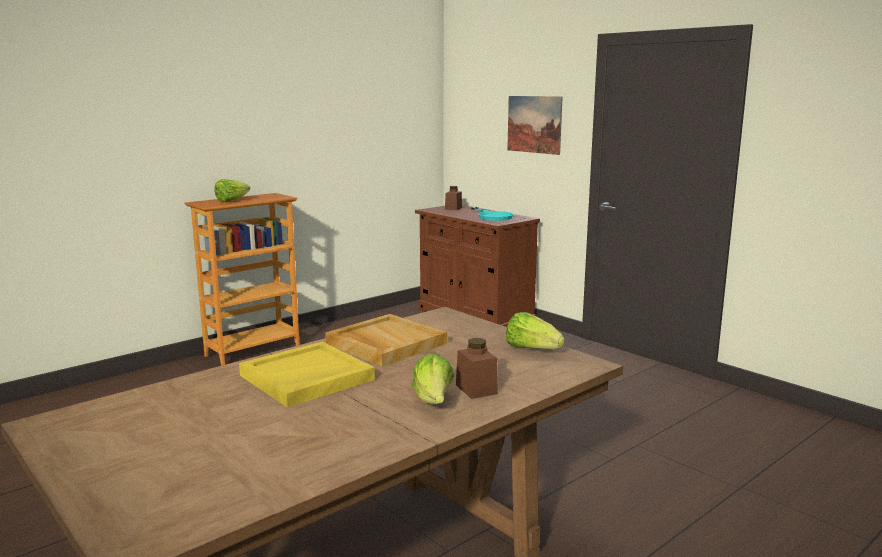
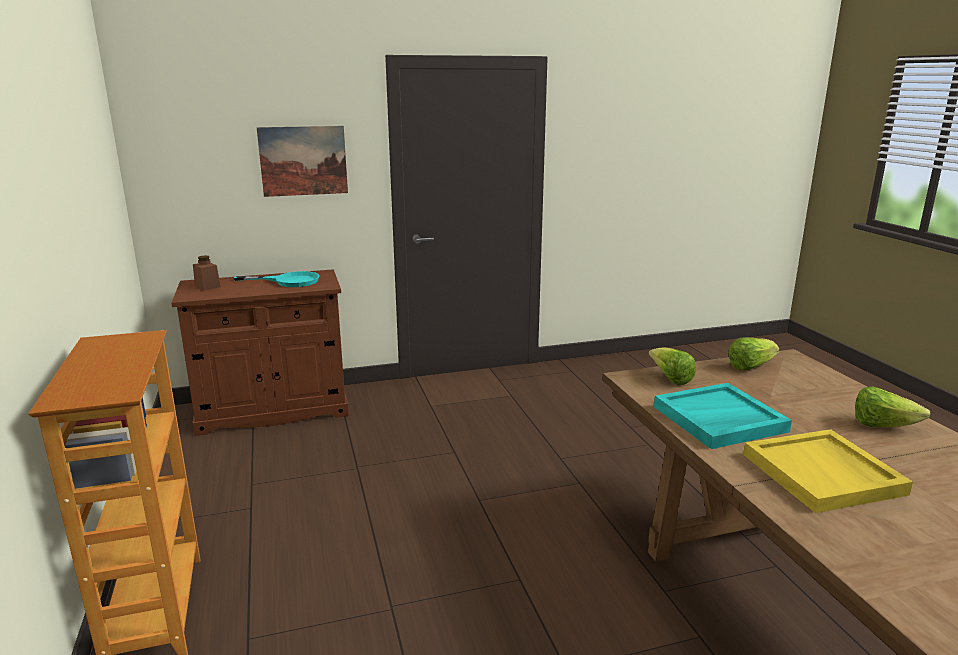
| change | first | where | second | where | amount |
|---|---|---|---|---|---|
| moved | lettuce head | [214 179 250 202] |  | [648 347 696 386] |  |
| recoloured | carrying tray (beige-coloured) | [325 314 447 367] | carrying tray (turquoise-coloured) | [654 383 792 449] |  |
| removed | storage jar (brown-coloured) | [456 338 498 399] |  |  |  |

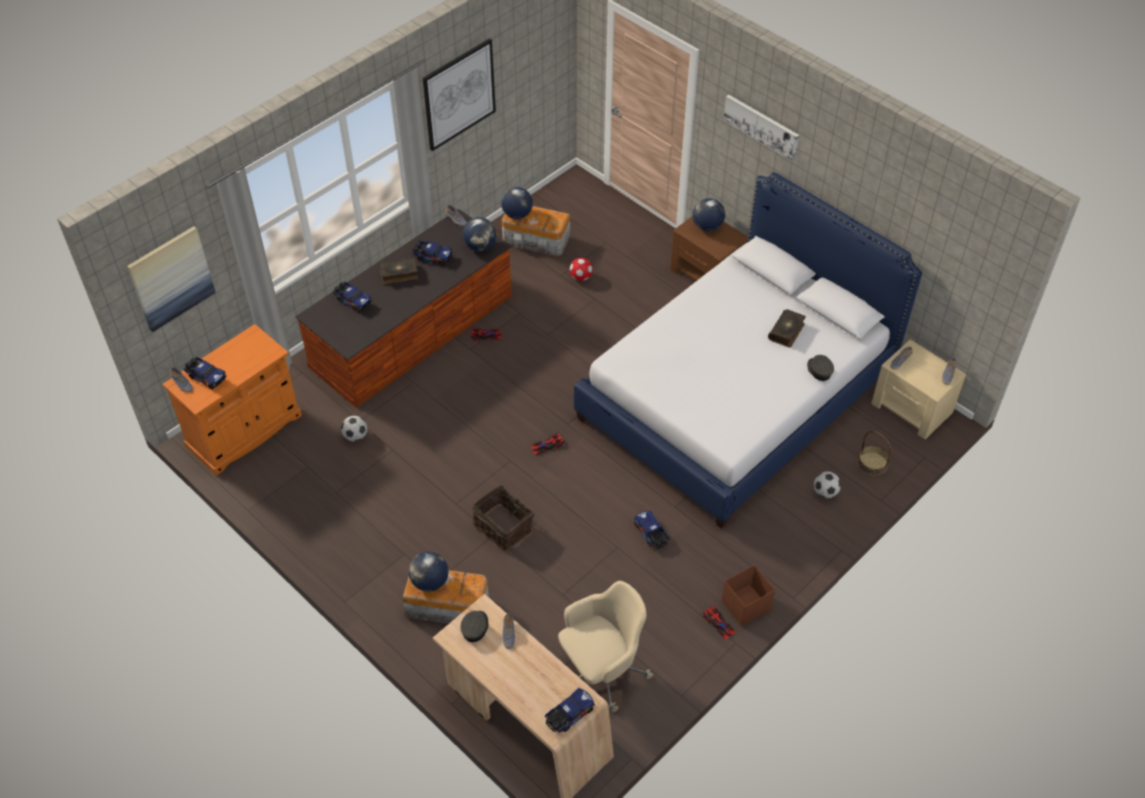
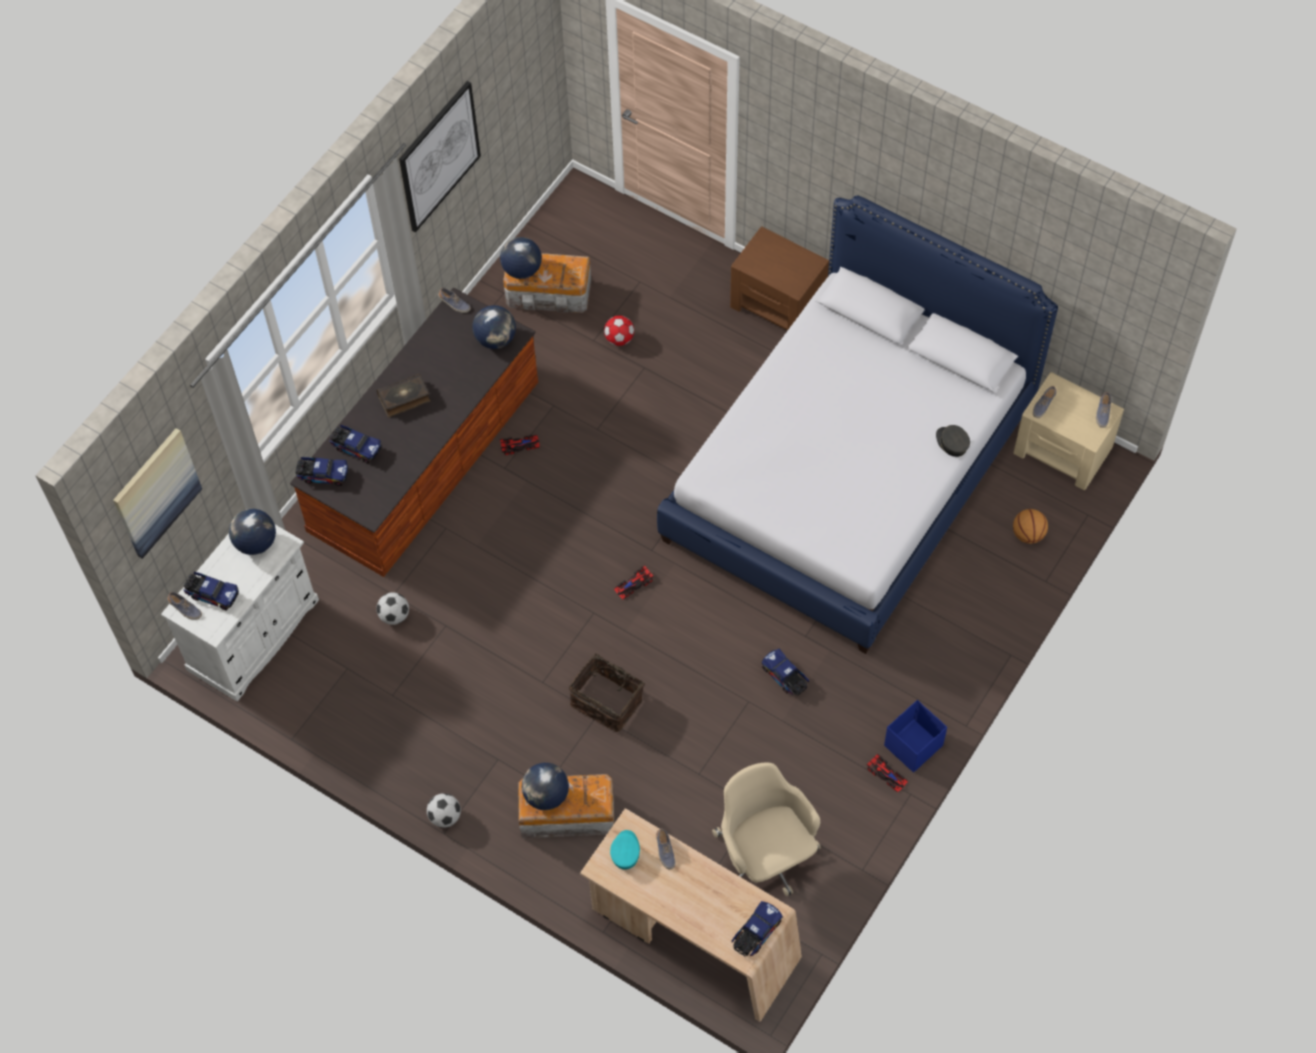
| change | first | where | second | where | amount |
|---|---|---|---|---|---|
| recoloured | cabinet (orange-coloured) | [162 324 302 476] | cabinet (white-coloured) | [161 525 319 702] |  |
| moved | toy lorry | [412 241 452 266] |  | [295 457 349 486] |  |
| recoloured | peaked cap (gray) | [460 611 488 642] | peaked cap (turquoise-coloured) | [610 830 640 870] |  |
| turned | desk chair (beige-coloured) | [558 581 653 712] |  | [712 763 821 896] | 75 degrees counterclockwise |
| moved | desk globe | [692 198 725 231] |  | [229 509 276 555] |  |
| recoloured | storage container (brown-coloured) | [721 565 775 626] | storage container (blue) | [884 700 947 772] |  |
| removed | wall picture | [724 95 799 161] |  |  |  |
| removed | bound book | [768 309 806 347] |  |  |  |
| moved | football ball | [814 471 841 498] |  | [427 793 461 828] |  |
| replaced | household basket | [857 431 892 476] | ball for basketball | [1013 509 1048 544] |  |

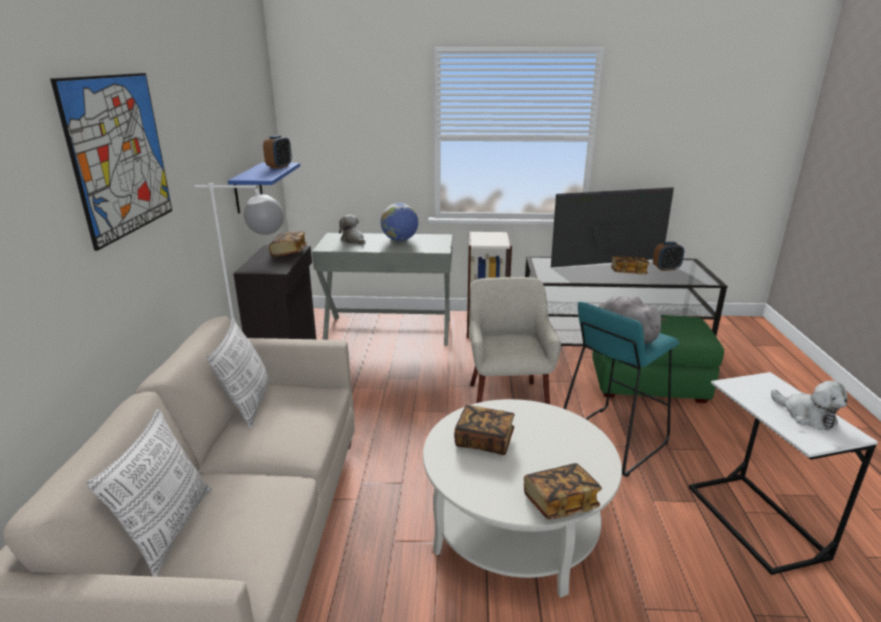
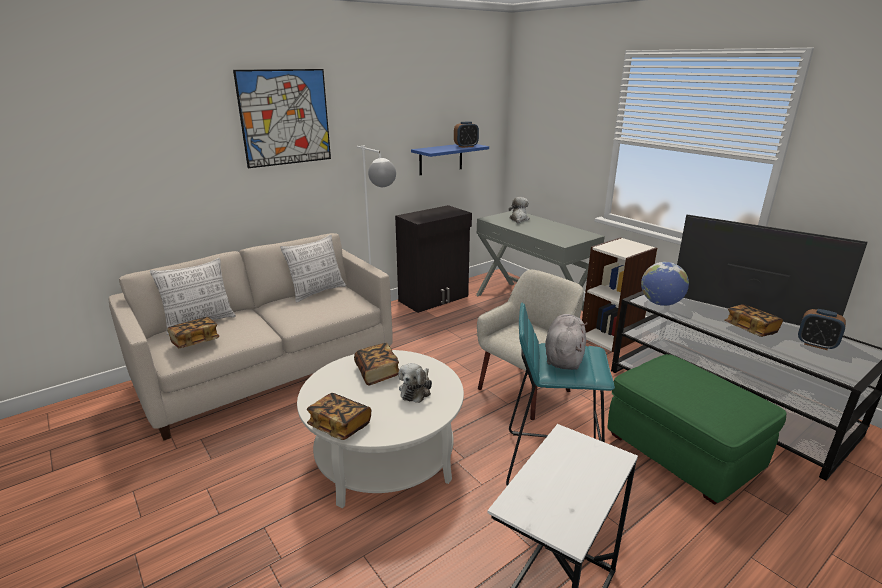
| change | first | where | second | where | amount |
|---|---|---|---|---|---|
| moved | bound book | [269 231 307 257] |  | [167 317 219 348] |  |
| moved | desk globe | [381 203 418 241] |  | [641 262 689 306] |  |
| moved | cuddly toy | [771 381 848 430] |  | [398 363 432 403] |  |

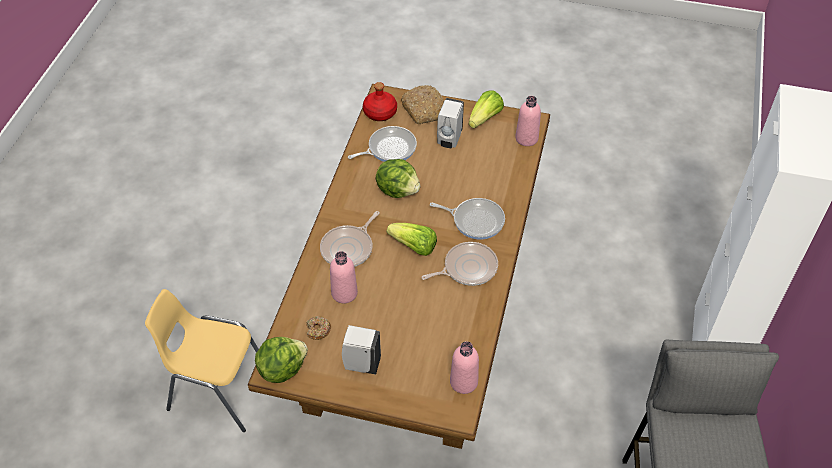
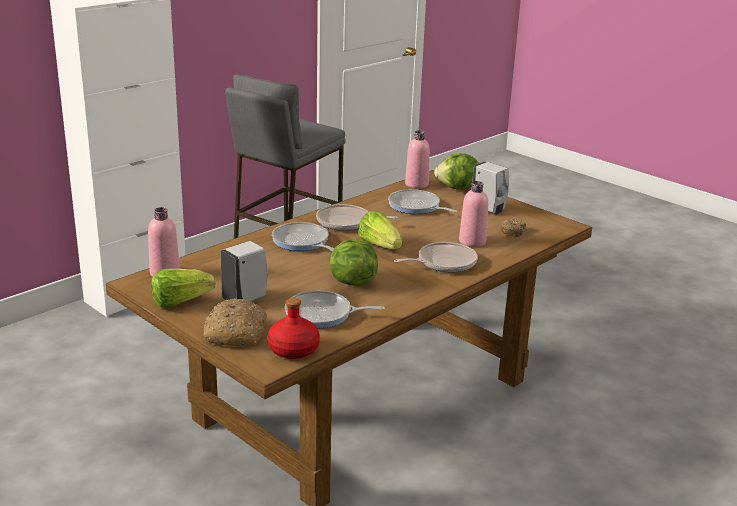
| change | first | where | second | where | amount |
|---|---|---|---|---|---|
| removed | upright chair (yellow) | [145 289 259 432] |  |  |  |
| moved | lettuce head | [255 337 308 383] |  | [434 153 479 190] |  |
| added |  |  | skillet | [388 189 457 214] |  |

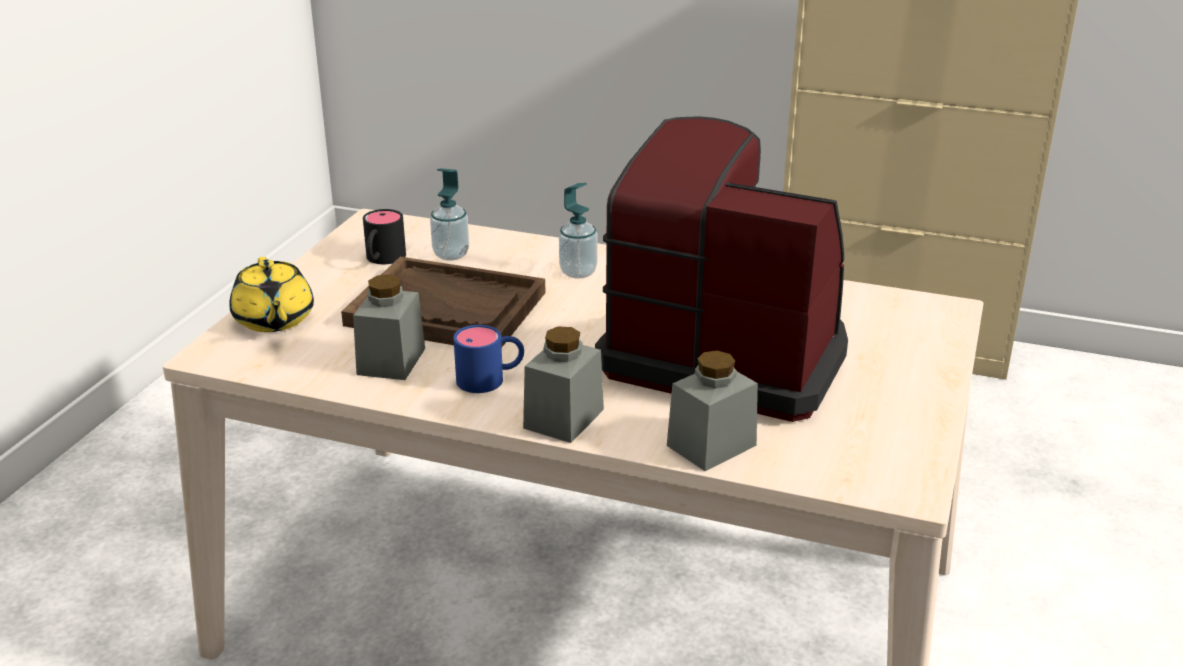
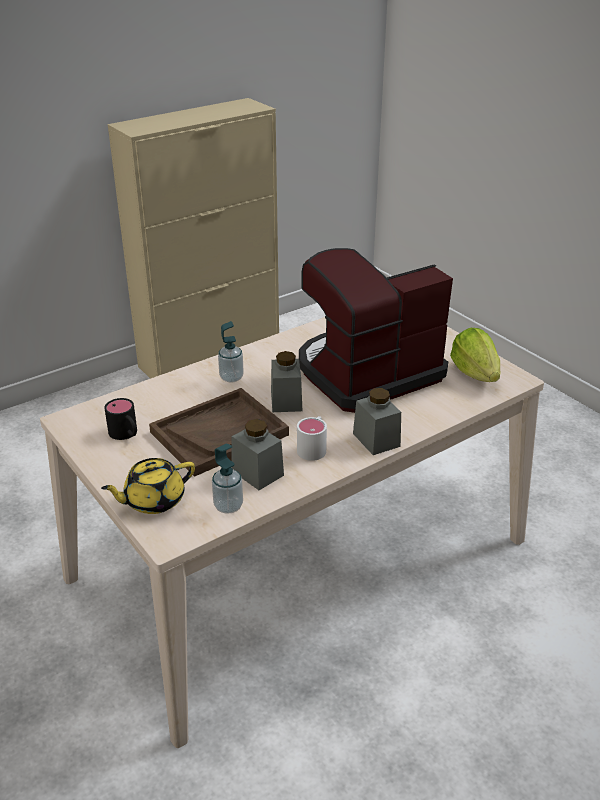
| change | first | where | second | where | amount |
|---|---|---|---|---|---|
| turned | teapot (yellow) | [229 257 314 332] |  | [101 458 195 514] | 135 degrees clockwise |
| moved | liquid soap bottle | [430 168 469 261] |  | [212 444 243 514] |  |
| recoloured | coffee mug (blue) | [453 325 524 393] | coffee mug (white-coloured) | [297 416 327 461] |  |
| moved | storage jar (gray) | [667 350 758 471] |  | [271 351 302 412] |  |
| added |  |  | lettuce head | [450 328 500 382] |  |

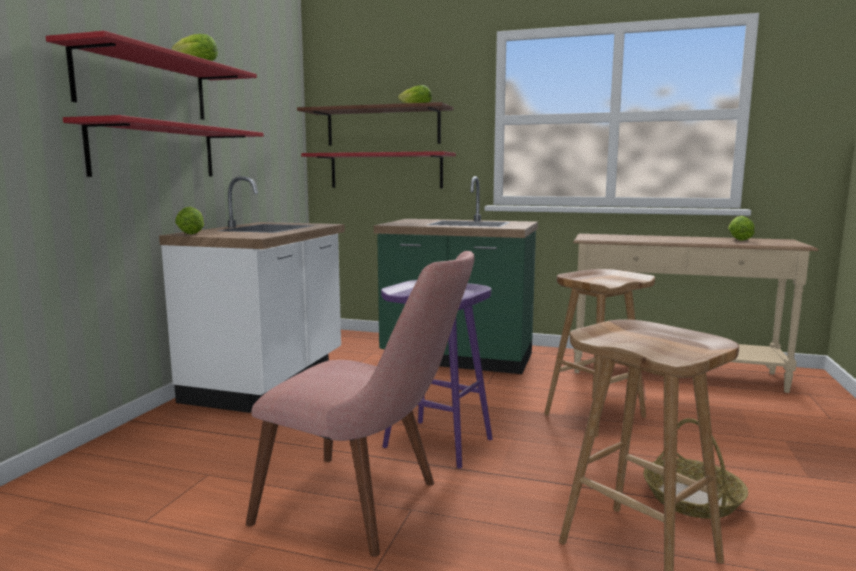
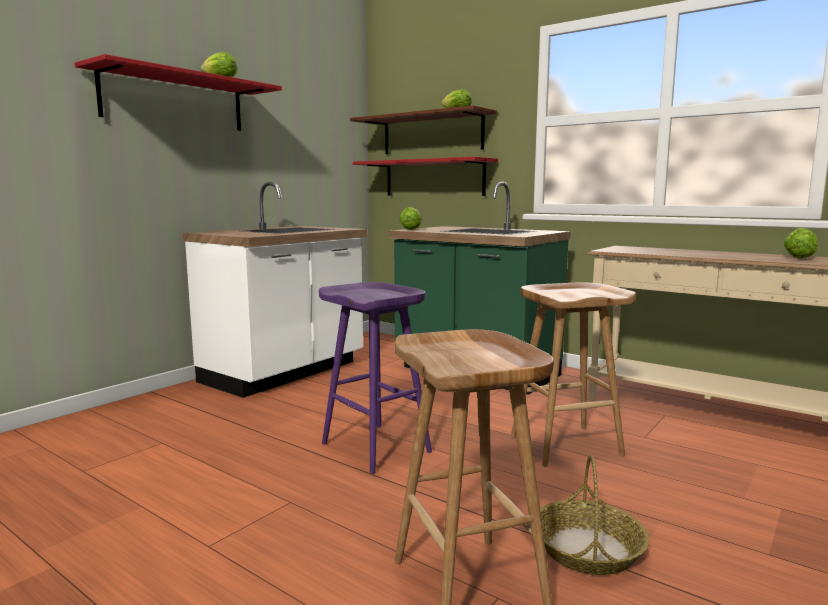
| change | first | where | second | where | amount |
|---|---|---|---|---|---|
| removed | bracket shelf (reddish) | [63 115 264 177] |  |  |  |
| moved | lettuce head | [175 207 204 234] |  | [399 207 421 230] |  |
| removed | upright chair (pink-coloured) | [246 251 475 557] |  |  |  |

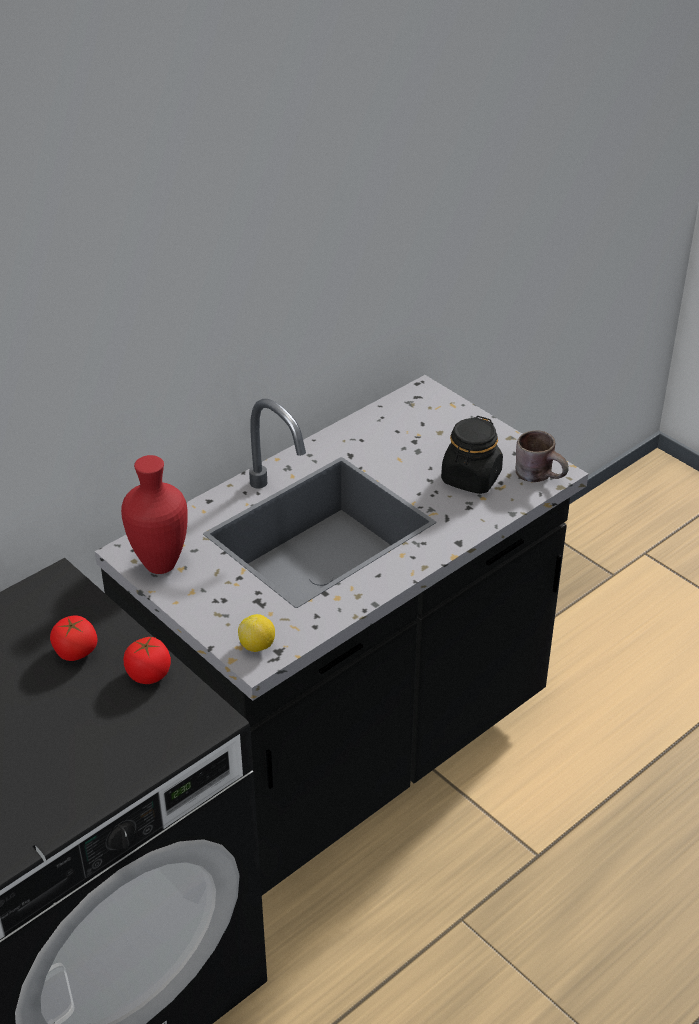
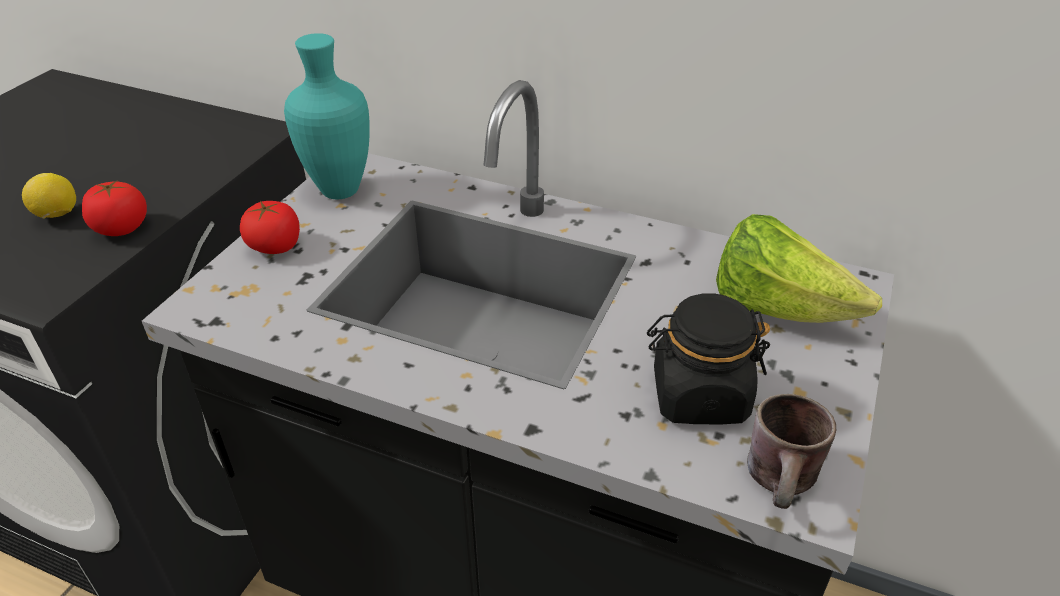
| change | first | where | second | where | amount |
|---|---|---|---|---|---|
| moved | tomato | [50 615 98 661] |  | [240 201 300 254] |  |
| recoloured | flower vase (reddish) | [121 455 188 574] | flower vase (turquoise-coloured) | [284 33 370 199] |  |
| moved | whole lemon | [238 614 275 652] |  | [22 173 76 219] |  |
| added |  |  | lettuce head | [716 214 882 323] |  |

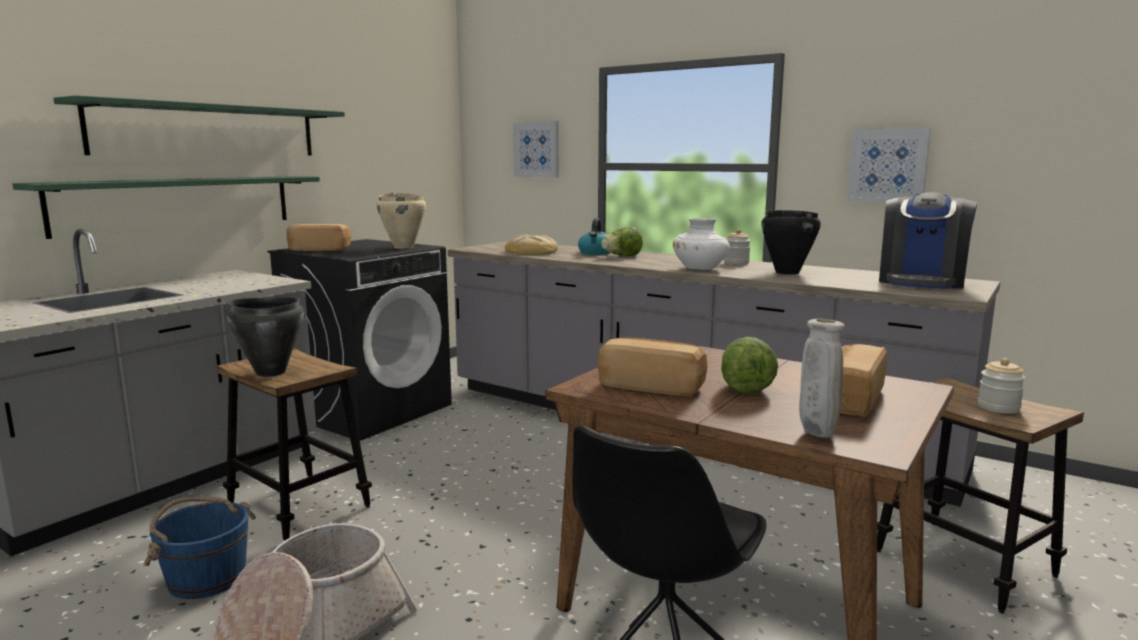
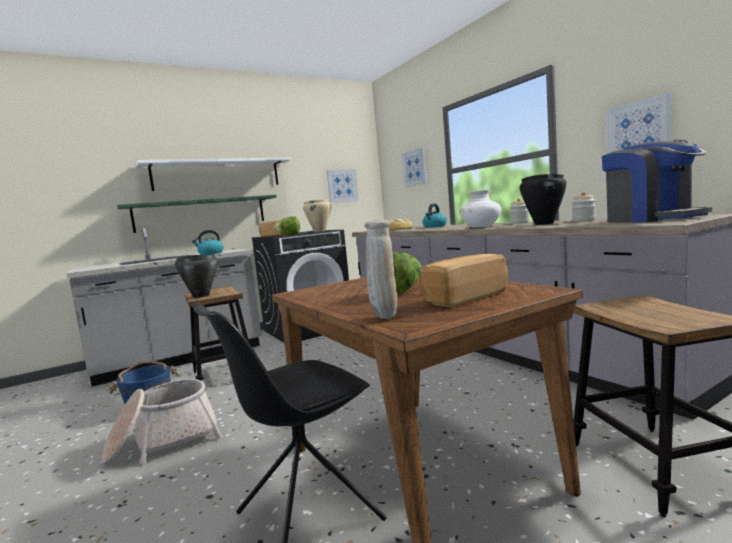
| change | first | where | second | where | amount |
|---|---|---|---|---|---|
| recoloured | bracket shelf (green-coloured) | [53 95 345 156] | bracket shelf (white-coloured) | [136 157 291 191] |  |
| removed | baked bread | [598 338 707 397] |  |  |  |
| moved | lettuce head | [601 227 643 256] |  | [274 216 300 235] |  |
| turned | coffee machine | [879 192 977 289] |  | [602 139 712 223] | 75 degrees counterclockwise |
| moved | storage jar | [978 358 1025 414] |  | [572 192 596 222] |  |
| added |  |  | tea kettle | [192 230 223 255] |  |
| added |  |  | wall picture | [327 169 359 203] |  |

